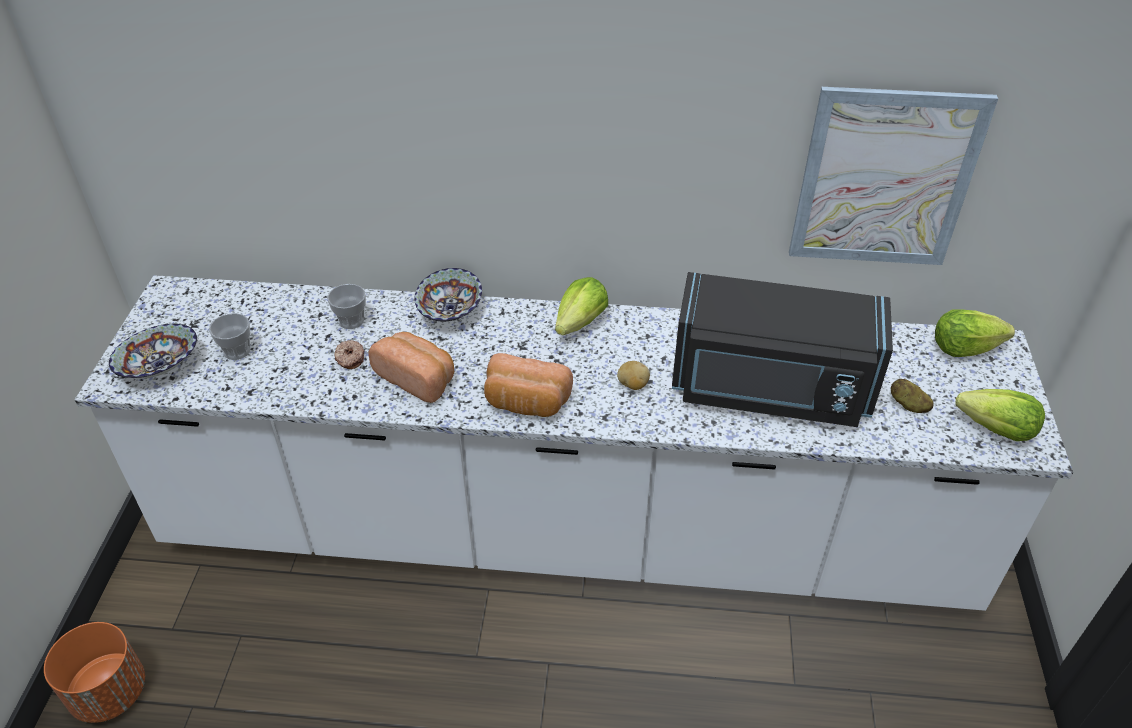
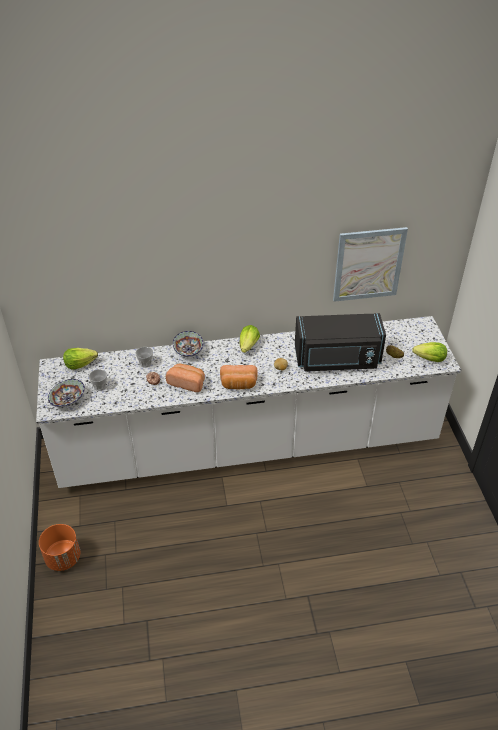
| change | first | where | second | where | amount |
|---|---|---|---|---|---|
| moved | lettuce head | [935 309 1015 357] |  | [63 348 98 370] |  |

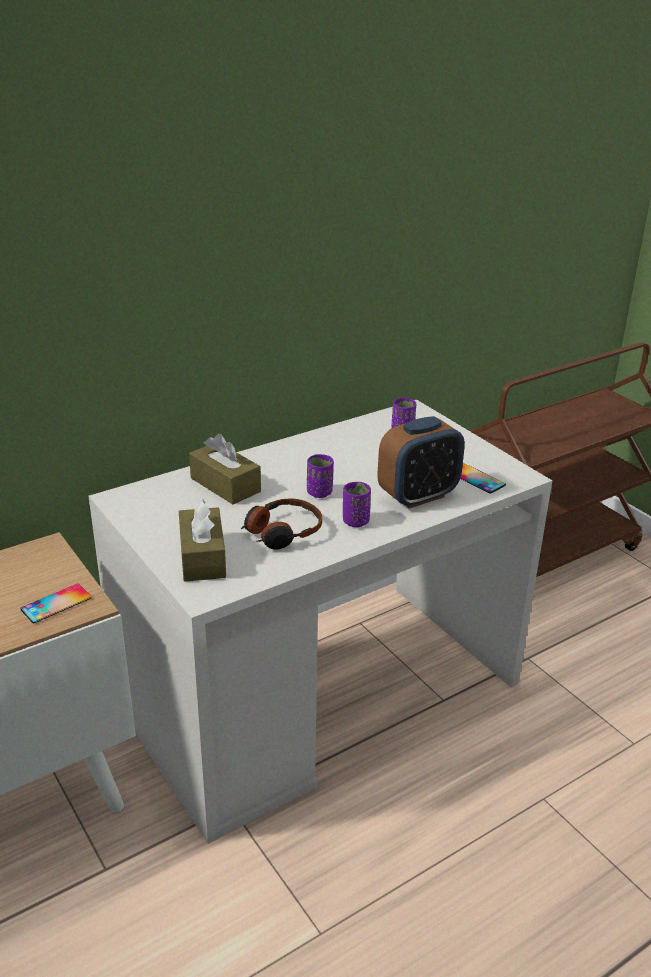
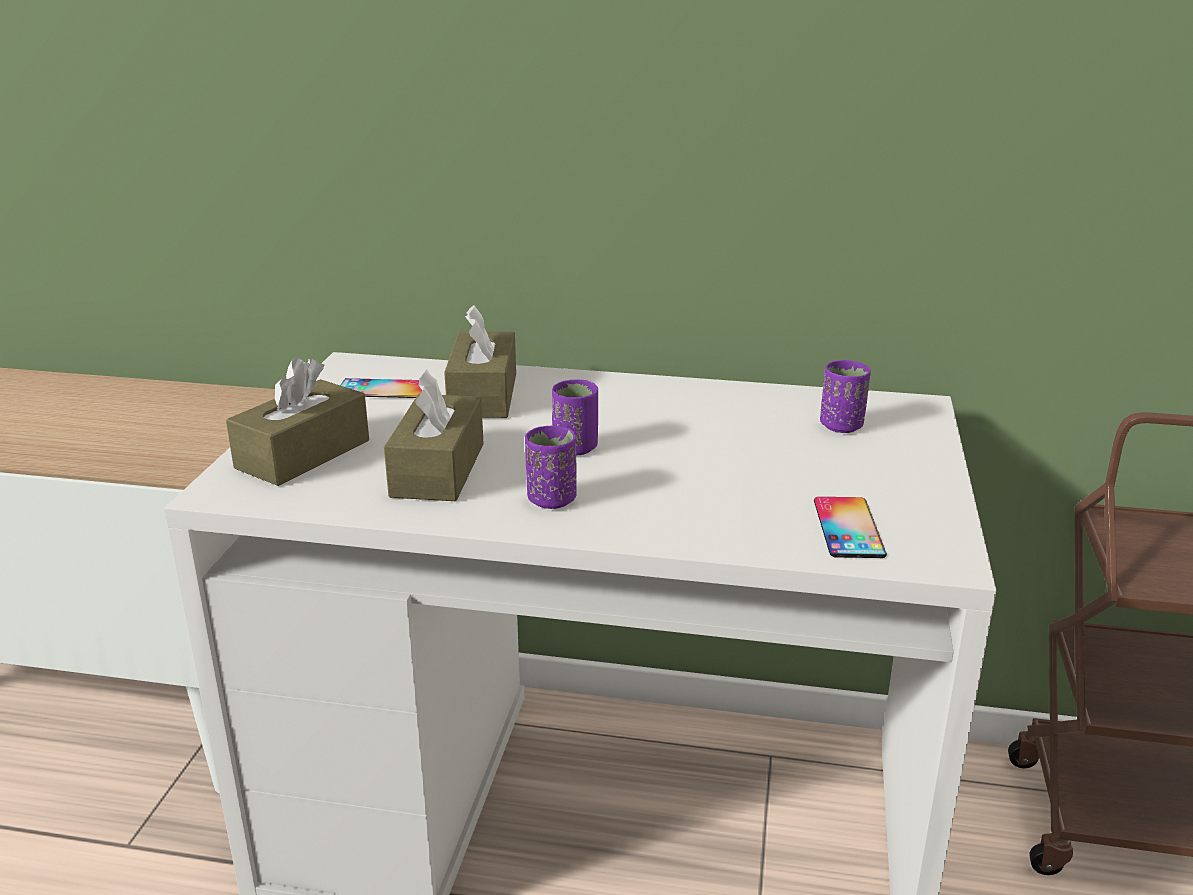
| change | first | where | second | where | amount |
|---|---|---|---|---|---|
| moved | phone | [20 584 92 623] |  | [340 378 422 398] |  |
| replaced | headset | [241 499 322 550] | tissue holder (brown-coloured) | [384 369 484 501] |  |
| removed | table clock | [377 416 465 508] |  |  |  |

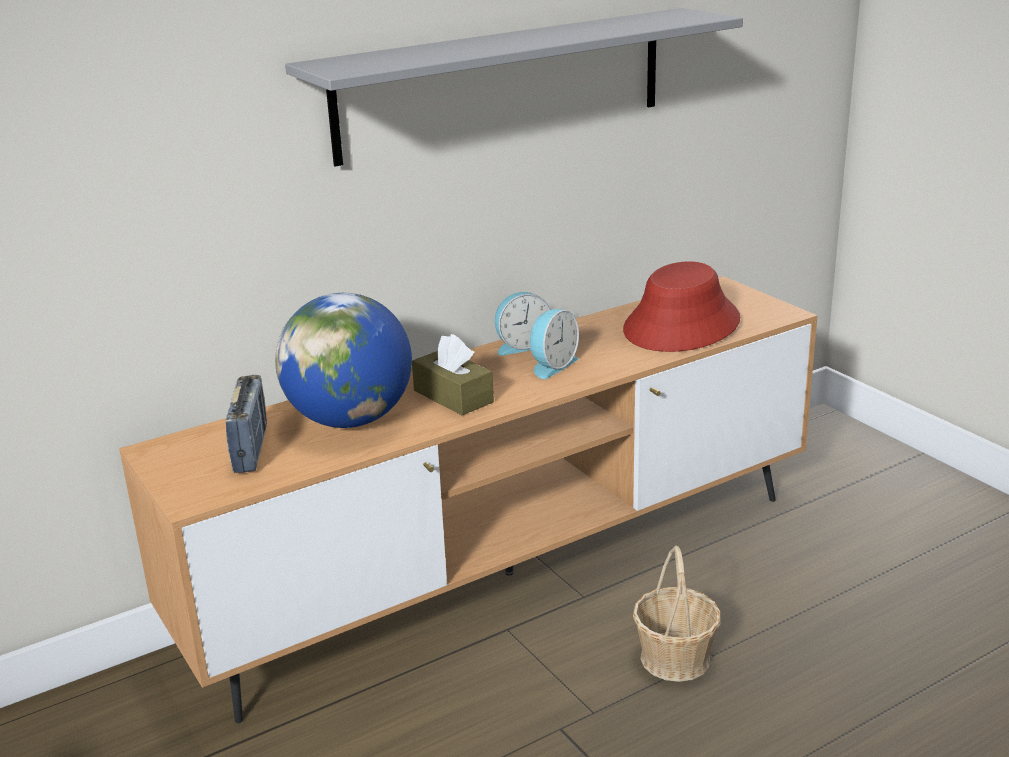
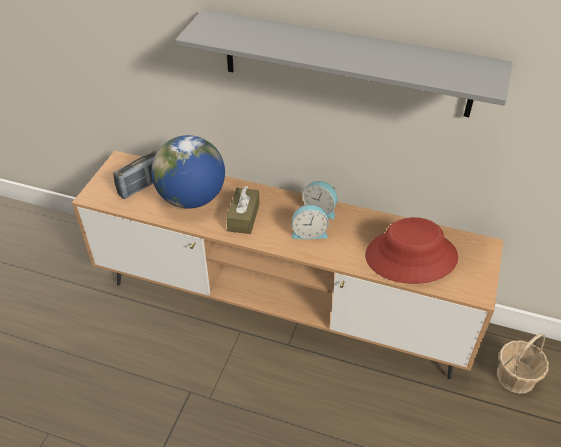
| change | first | where | second | where | amount |
|---|---|---|---|---|---|
| moved | household basket | [633 545 721 682] |  | [497 333 549 394] |  |

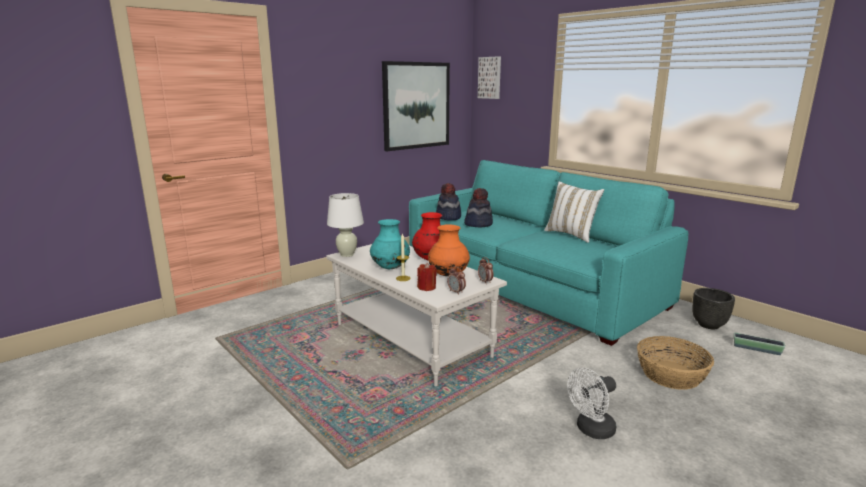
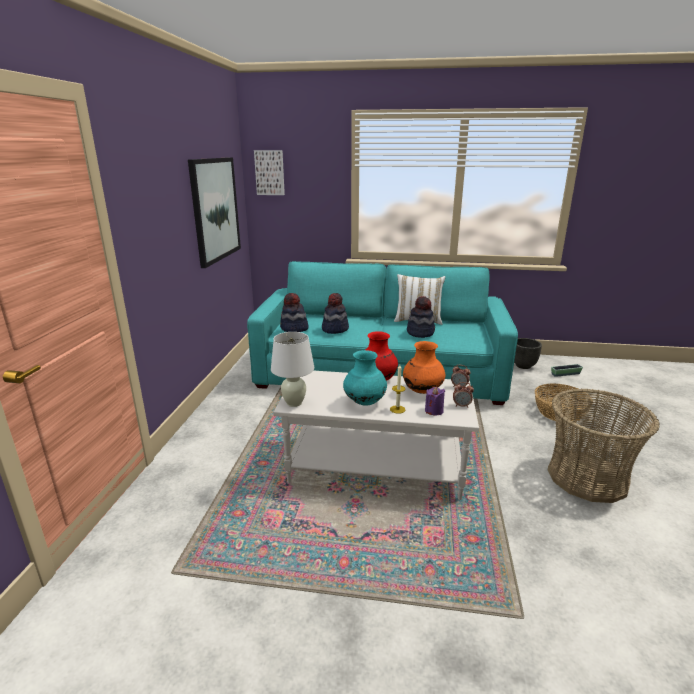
| change | first | where | second | where | amount |
|---|---|---|---|---|---|
| recoloured | candle (reddish) | [417 263 437 291] | candle (purple) | [425 387 445 415] |  |
| replaced | fan (white-coloured) | [567 367 617 439] | household basket | [548 388 660 503] |  |
| added |  |  | clothing hat | [407 296 435 338] |  |

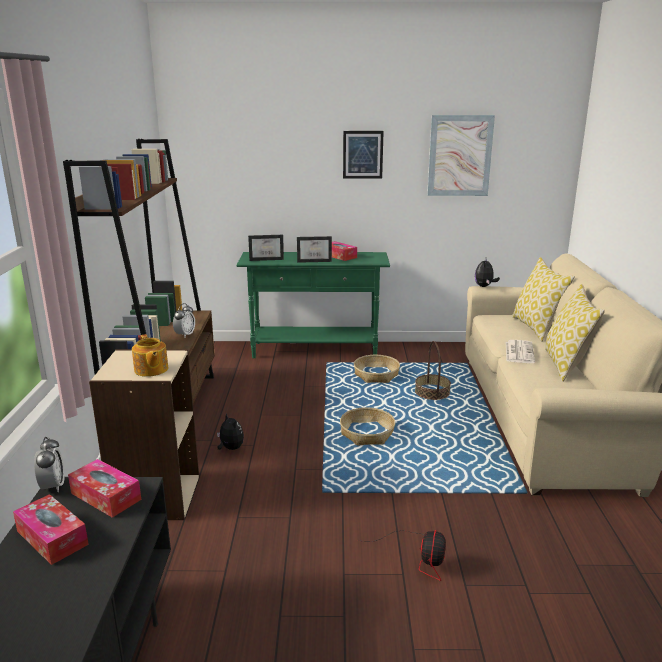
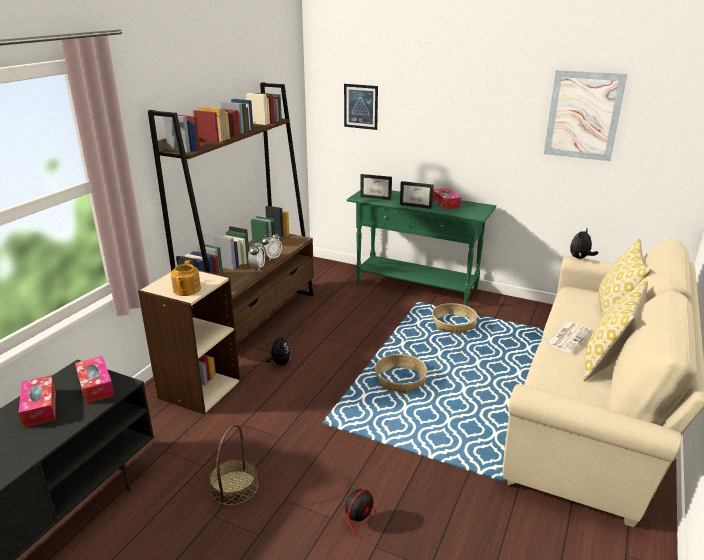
| change | first | where | second | where | amount |
|---|---|---|---|---|---|
| moved | table clock | [34 437 65 492] |  | [248 240 265 270] |  |
| moved | wall picture | [343 131 384 178] |  | [344 84 378 130] |  |
| moved | household basket | [415 341 451 400] |  | [209 424 258 506] |  |

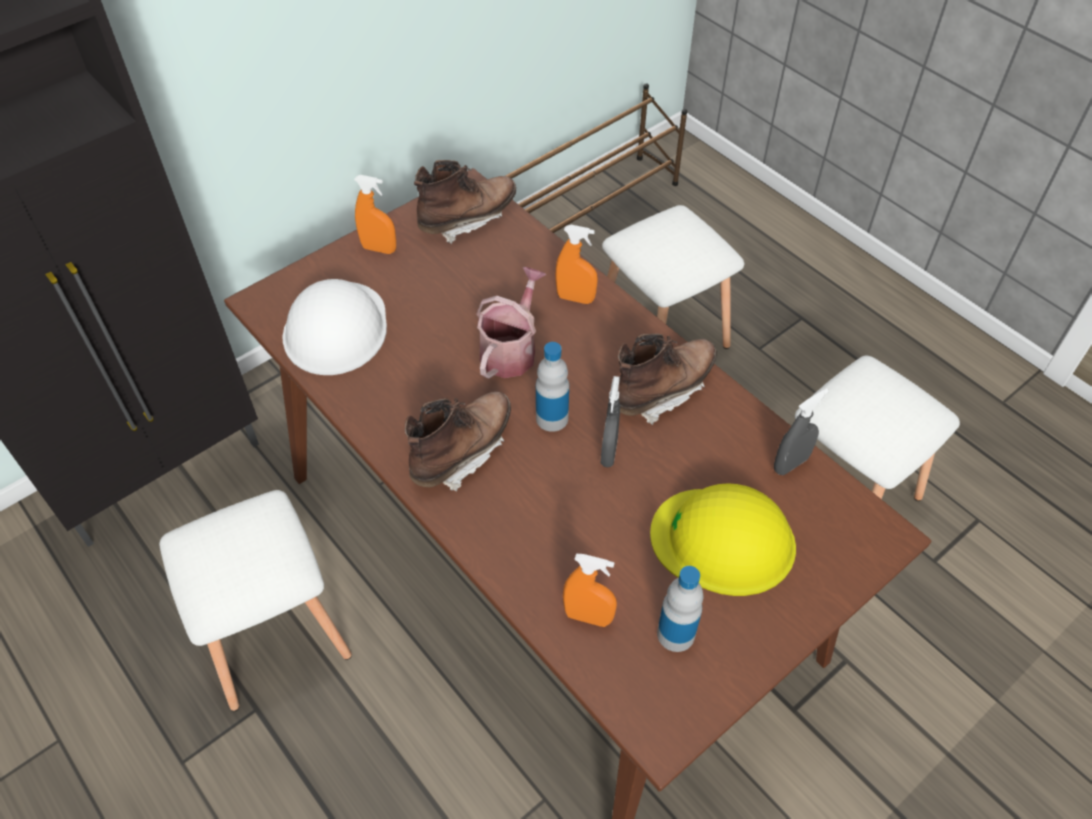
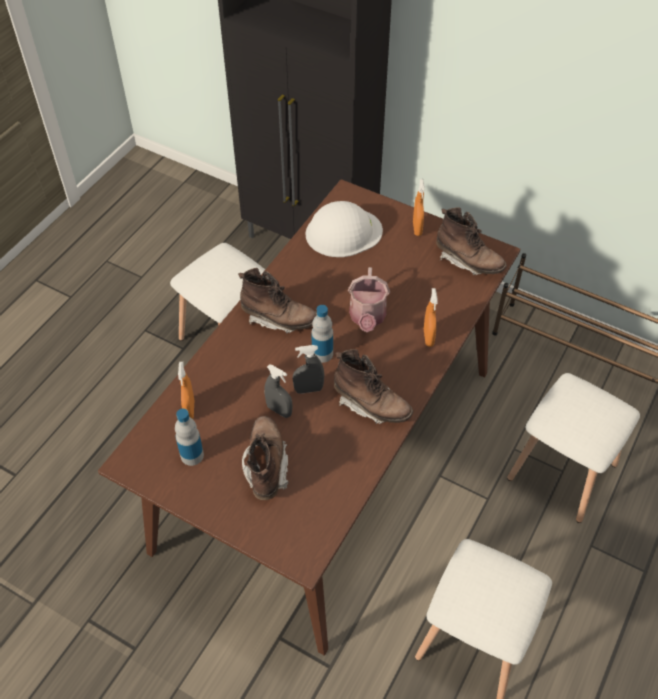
| change | first | where | second | where | amount |
|---|---|---|---|---|---|
| turned | watering pot | [476 267 546 379] |  | [348 267 390 332] | 90 degrees clockwise |
| replaced | work helmet (yellow) | [650 483 796 596] | high-top boot (brown-coloured) | [242 416 288 500] |  |
| moved | sprayer (gray) | [774 388 829 475] |  | [264 364 293 418] |  |

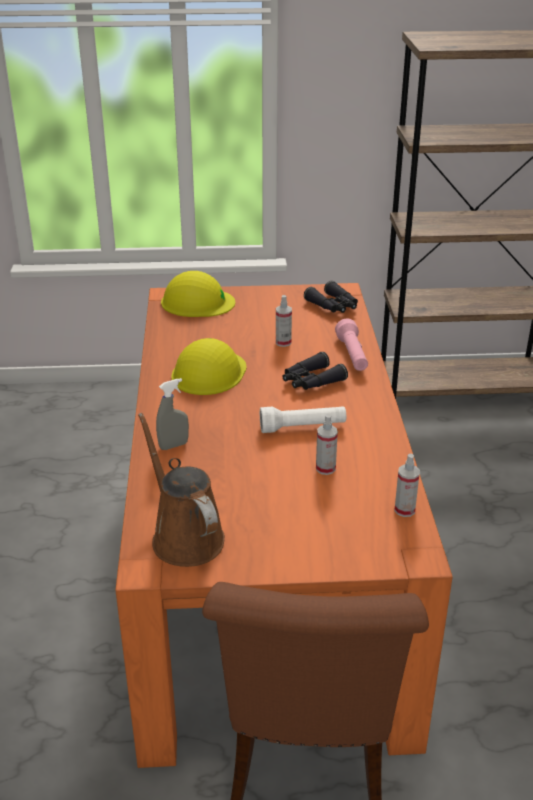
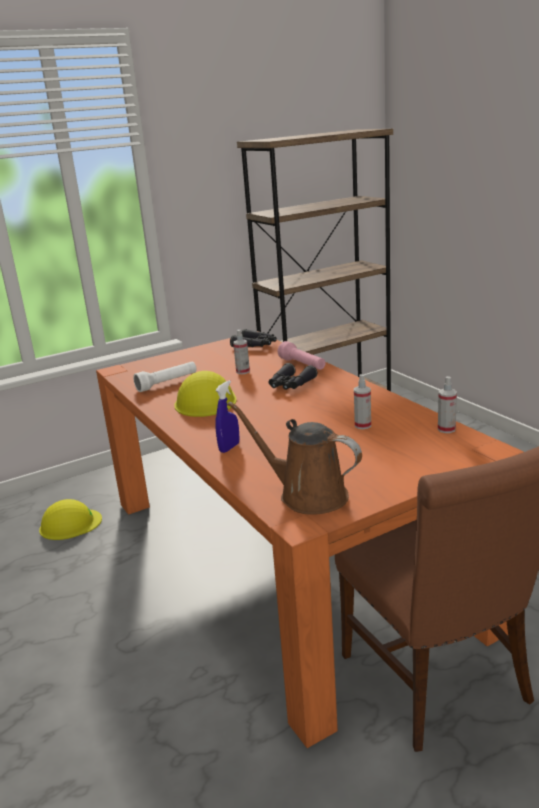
| change | first | where | second | where | amount |
|---|---|---|---|---|---|
| recoloured | sprayer (gray) | [156 378 189 450] | sprayer (blue) | [215 380 240 453] |  |
| moved | work helmet (yellow) | [161 271 235 317] |  | [39 499 102 540] |  |
| moved | flashlight (white-coloured) | [260 406 346 433] |  | [133 362 197 392] |  |

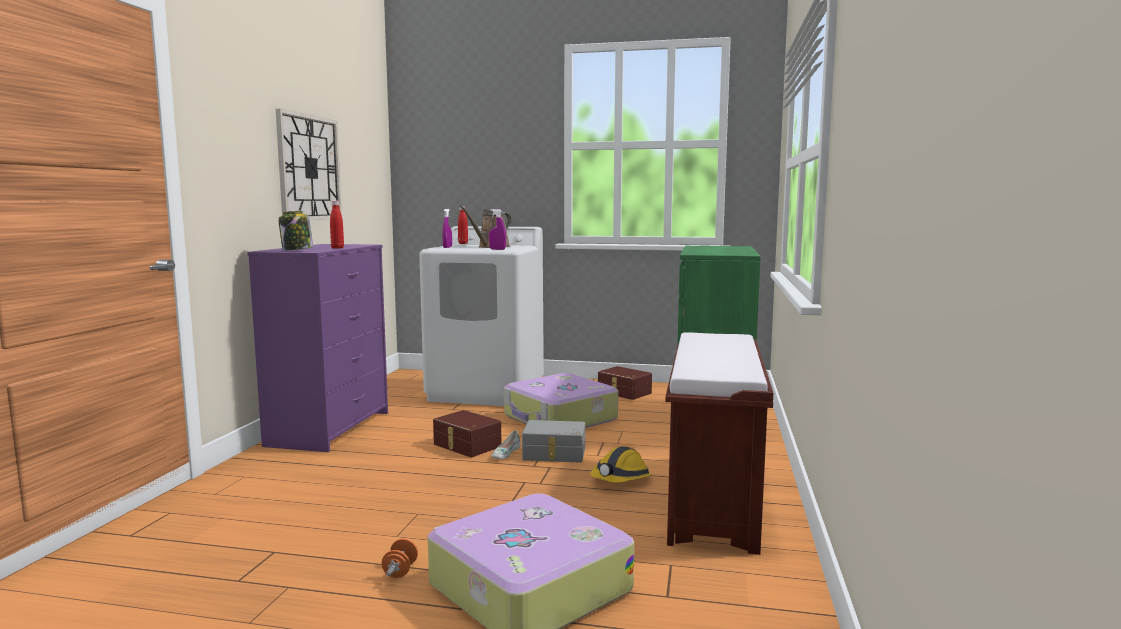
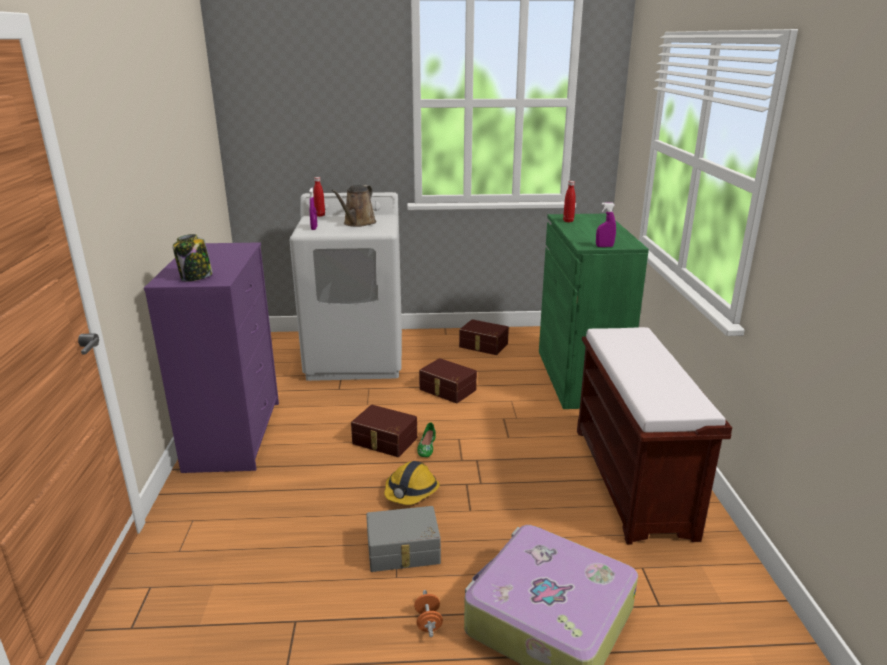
| change | first | where | second | where | amount |
|---|---|---|---|---|---|
| removed | hanging clock | [276 109 342 220] |  |  |  |
| moved | beverage bottle (reddish) | [330 201 344 249] |  | [563 181 576 222] |  |
| moved | sprayer (purple) | [489 209 506 250] |  | [596 202 616 247] |  |
| recoloured | item of footwear (white-coloured) | [491 430 521 459] | item of footwear (green-coloured) | [417 422 436 457] |  |
| replaced | suitcase | [504 373 618 428] | storage container (brown-coloured) | [419 358 477 403] |  |
| moved | storage container (gray) | [522 420 585 463] |  | [366 506 441 572] |  |
| moved | work helmet | [590 446 652 483] |  | [384 461 440 505] |  |

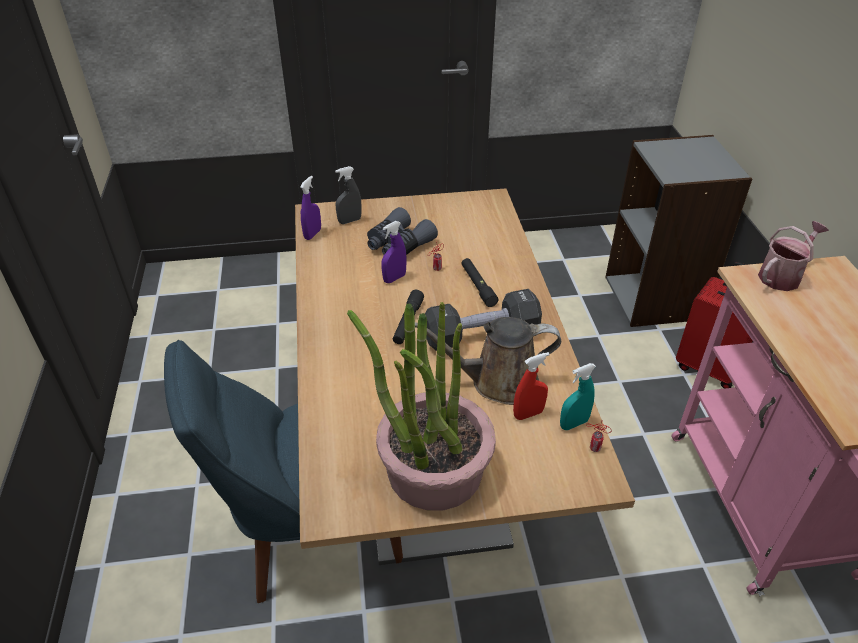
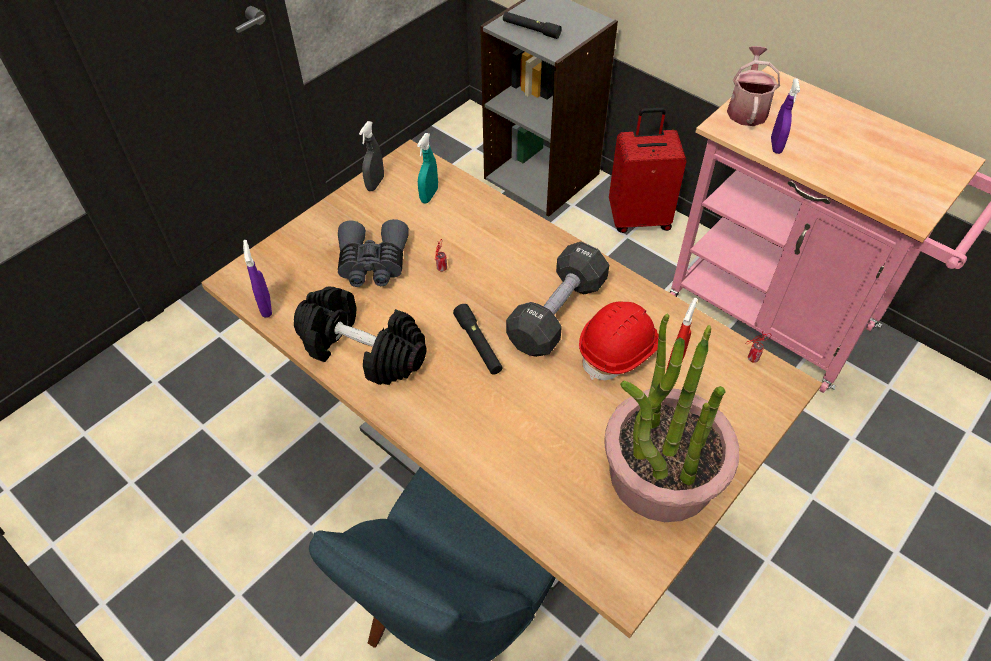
| change | first | where | second | where | amount |
|---|---|---|---|---|---|
| moved | sprayer (gray) | [335 166 362 224] |  | [359 121 384 191] |  |
| moved | sprayer (purple) | [382 221 407 283] |  | [771 78 800 154] |  |
| replaced | watering pot (brown-coloured) | [415 317 561 405] | work helmet (reddish) | [579 301 659 380] |  |
| moved | flashlight (black) | [462 258 499 307] |  | [503 12 562 39] |  |
| moved | sprayer (turquoise-coloured) | [560 363 596 430] |  | [417 133 438 203] |  |
| added |  |  | dumbbell (black) | [294 286 427 385] |  |

